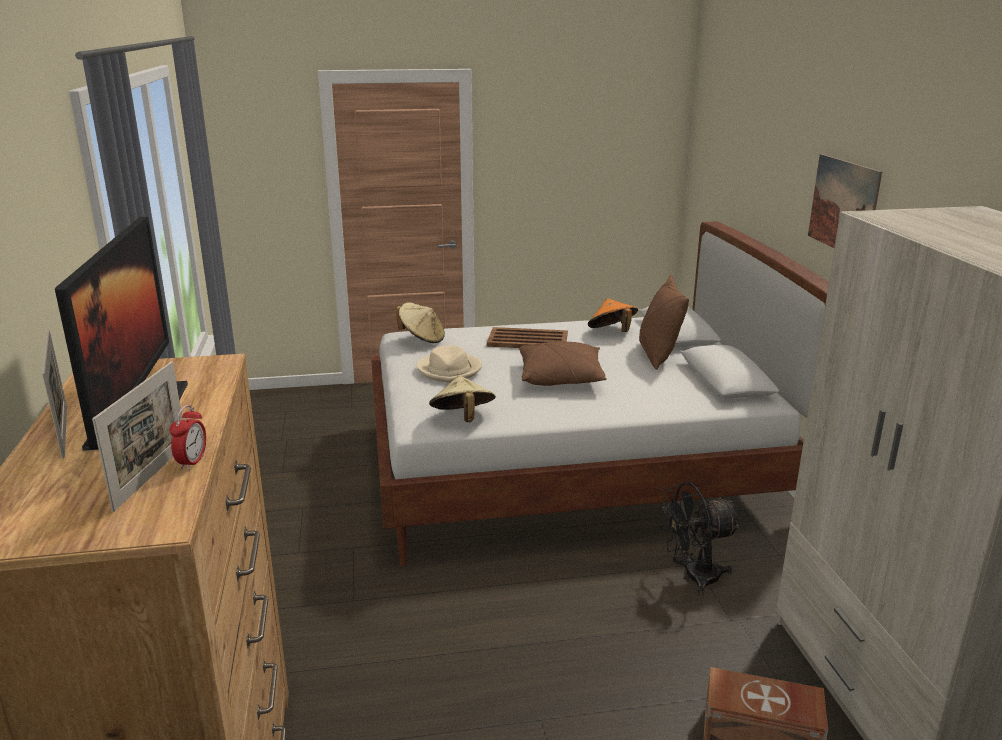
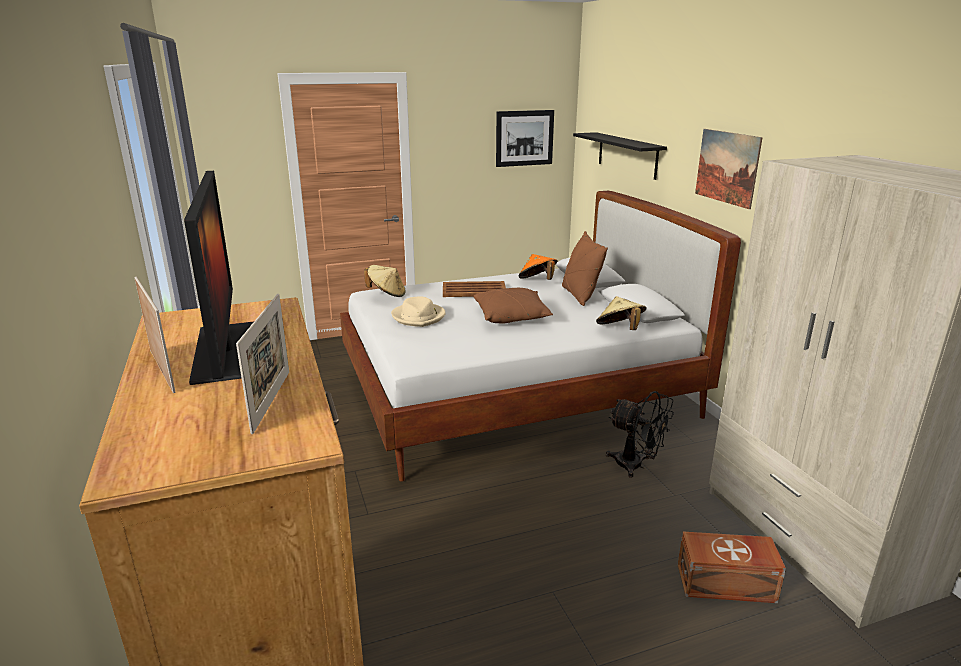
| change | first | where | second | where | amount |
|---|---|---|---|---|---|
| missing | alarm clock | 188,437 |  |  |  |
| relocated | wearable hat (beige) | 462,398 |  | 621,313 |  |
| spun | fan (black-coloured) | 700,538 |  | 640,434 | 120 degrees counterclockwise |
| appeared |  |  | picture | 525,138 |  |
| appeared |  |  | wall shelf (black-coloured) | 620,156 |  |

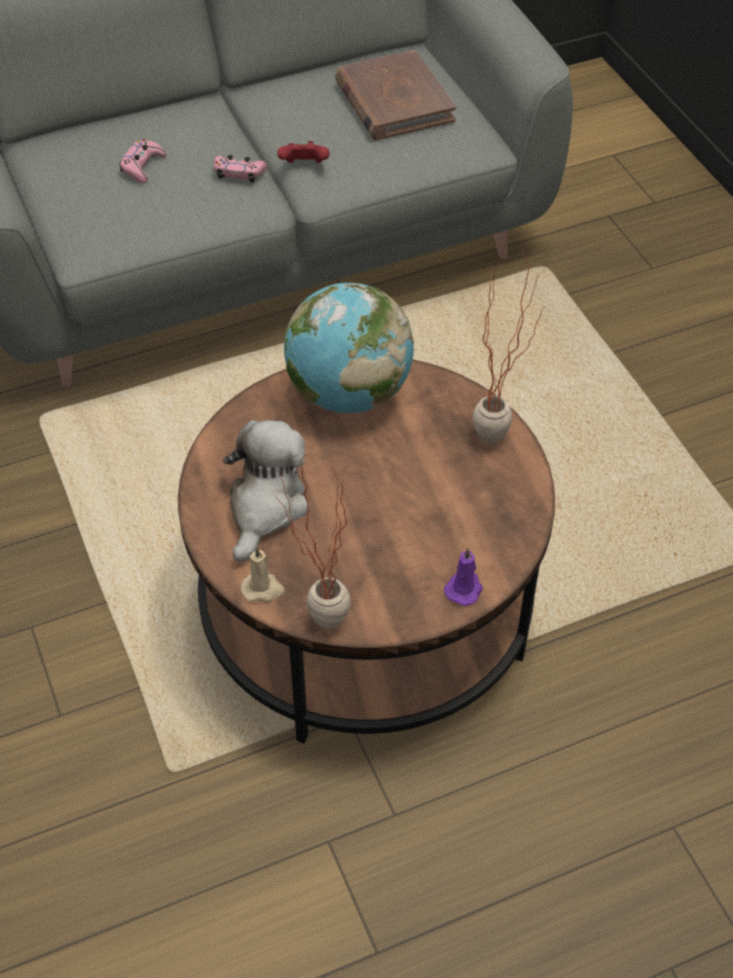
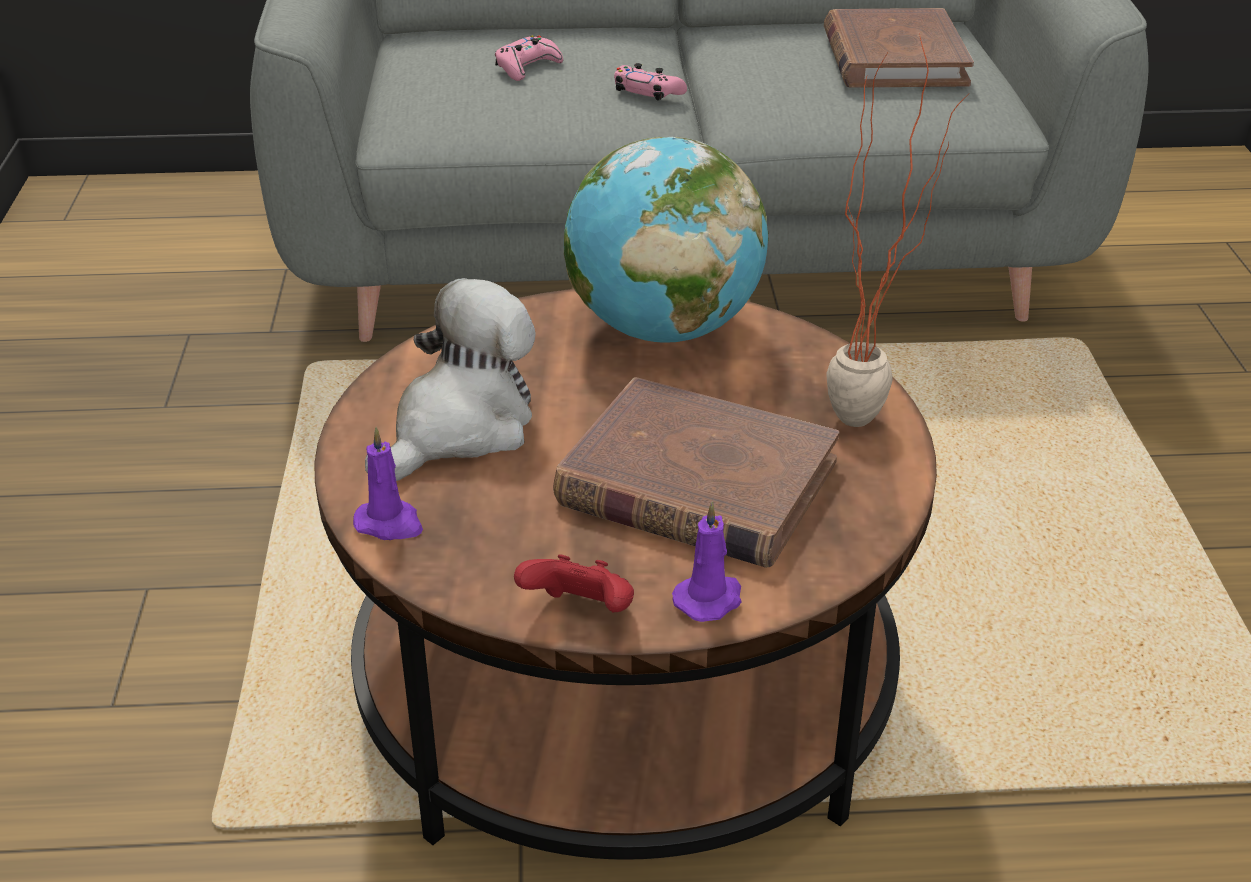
| change | first | where | second | where | amount |
|---|---|---|---|---|---|
| colour | candle (beige) | 263,574 | candle (purplish) | 388,483 |  |
| missing | houseplant | 313,540 |  |  |  |
| relocated | gamepad (red) | 303,152 |  | 574,583 |  |
| appeared |  |  | book (brownish) | 696,472 |  |

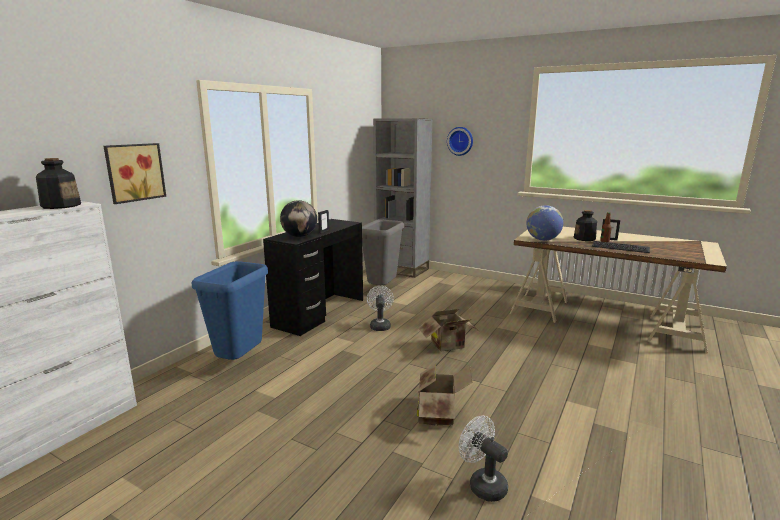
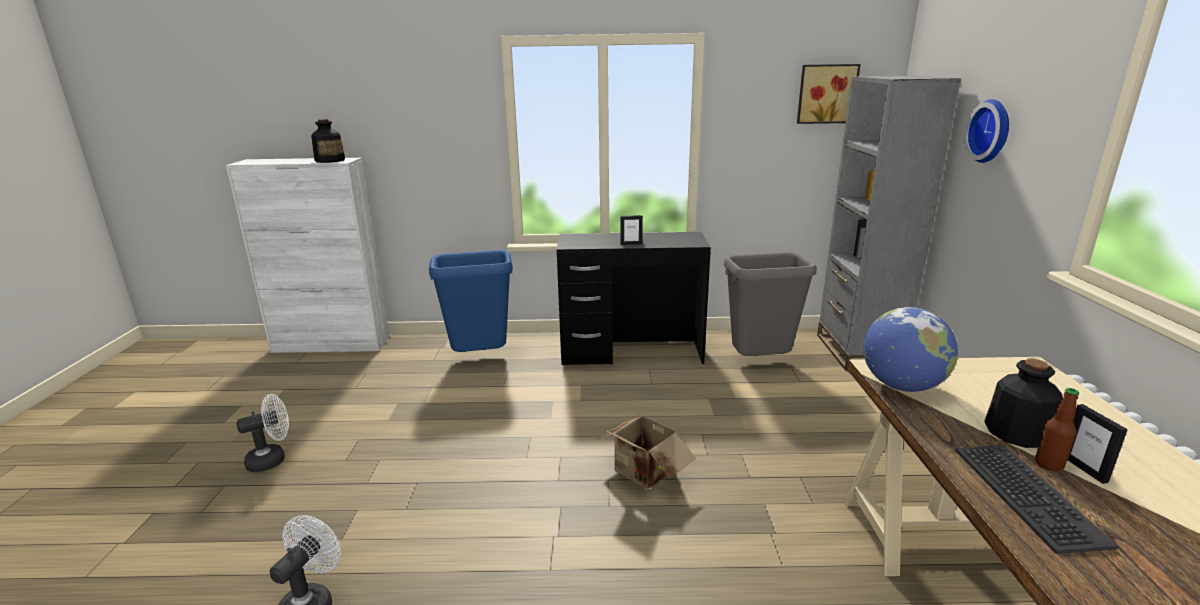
| change | first | where | second | where | amount |
|---|---|---|---|---|---|
| relocated | picture | 135,173 |  | 829,94 |  |
| missing | world globe | 298,218 |  |  |  |
| relocated | fan (whitish) | 380,308 |  | 262,433 |  |
| missing | cardboard box | 445,394 |  |  |  |

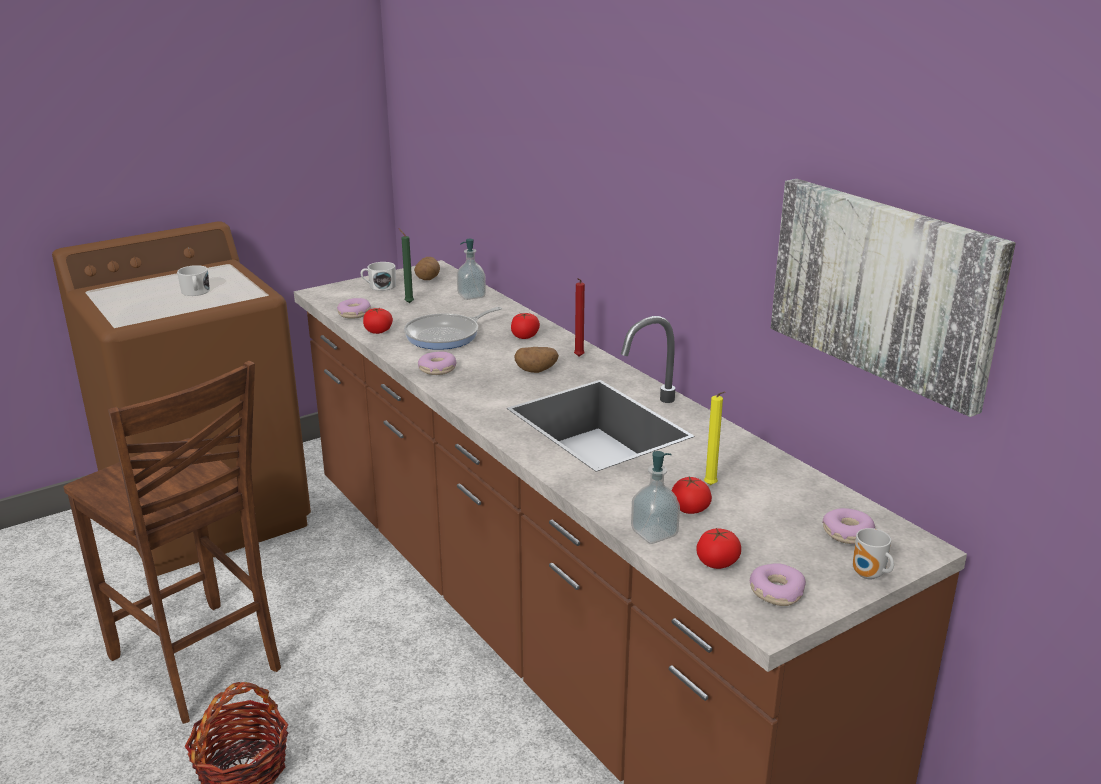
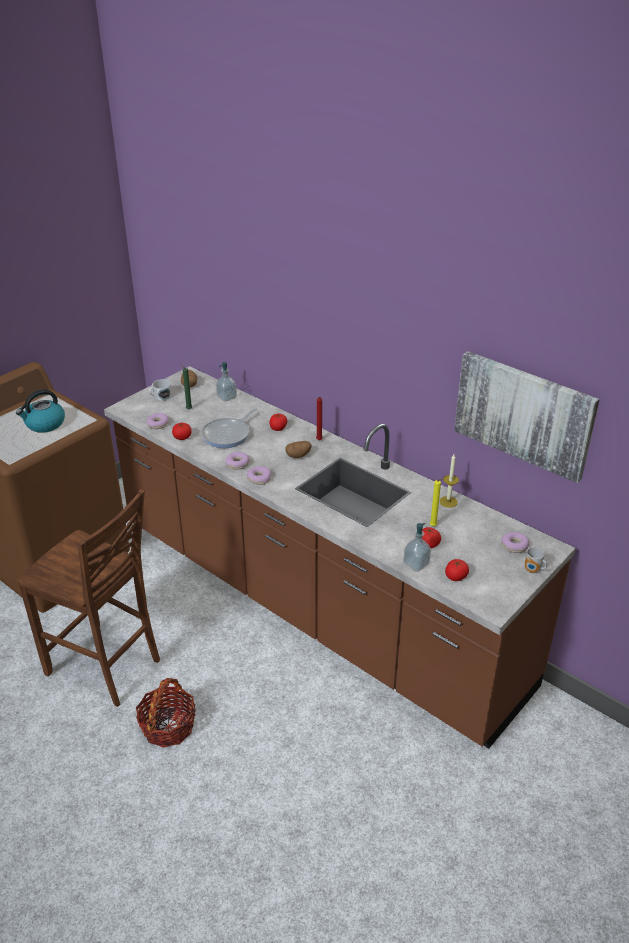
| change | first | where | second | where | amount |
|---|---|---|---|---|---|
| exchanged | coffee mug (whitish) | 193,280 | kettle | 40,411 |  |
| relocated | ring doughnut | 778,584 |  | 259,475 |  |
| appeared |  |  | candle | 449,481 |  |

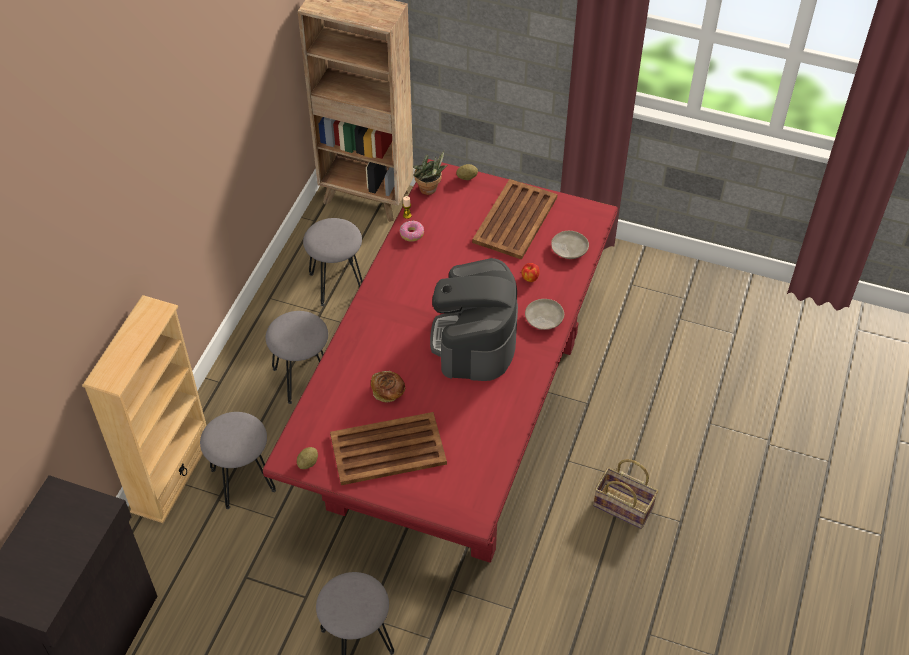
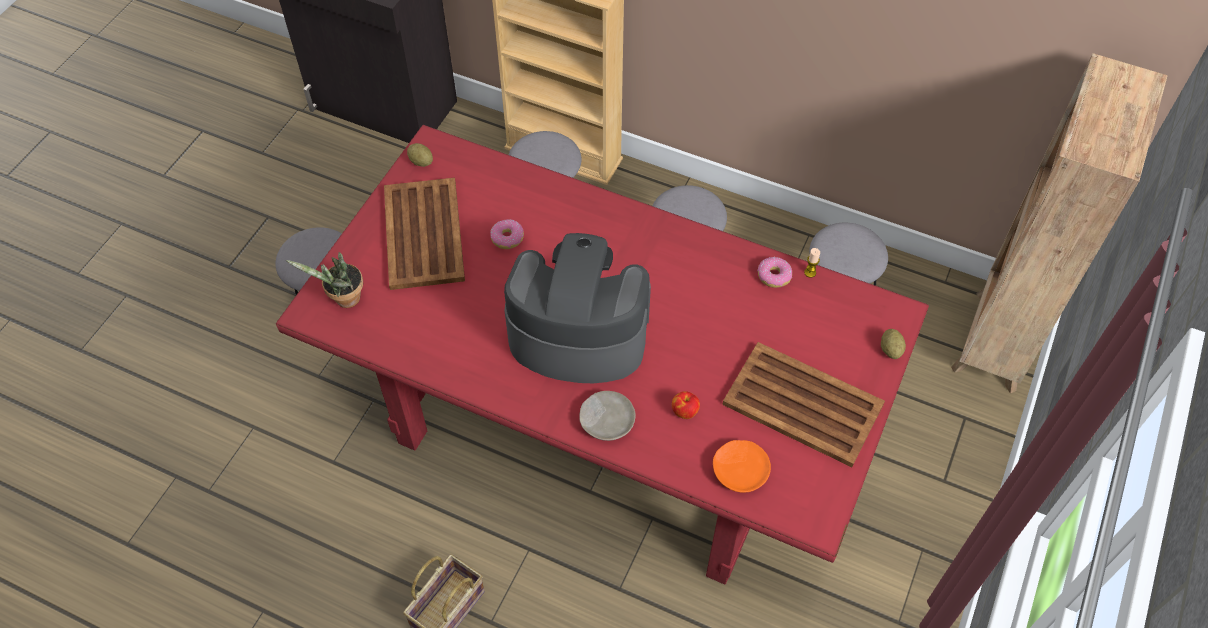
| change | first | where | second | where | amount |
|---|---|---|---|---|---|
| exchanged | baked bread | 388,386 | ring doughnut | 507,234 |  |
| relocated | houseplant | 430,173 |  | 324,280 |  |
| colour | dinner plate (beige) | 570,245 | dinner plate (orangey) | 742,466 |  |

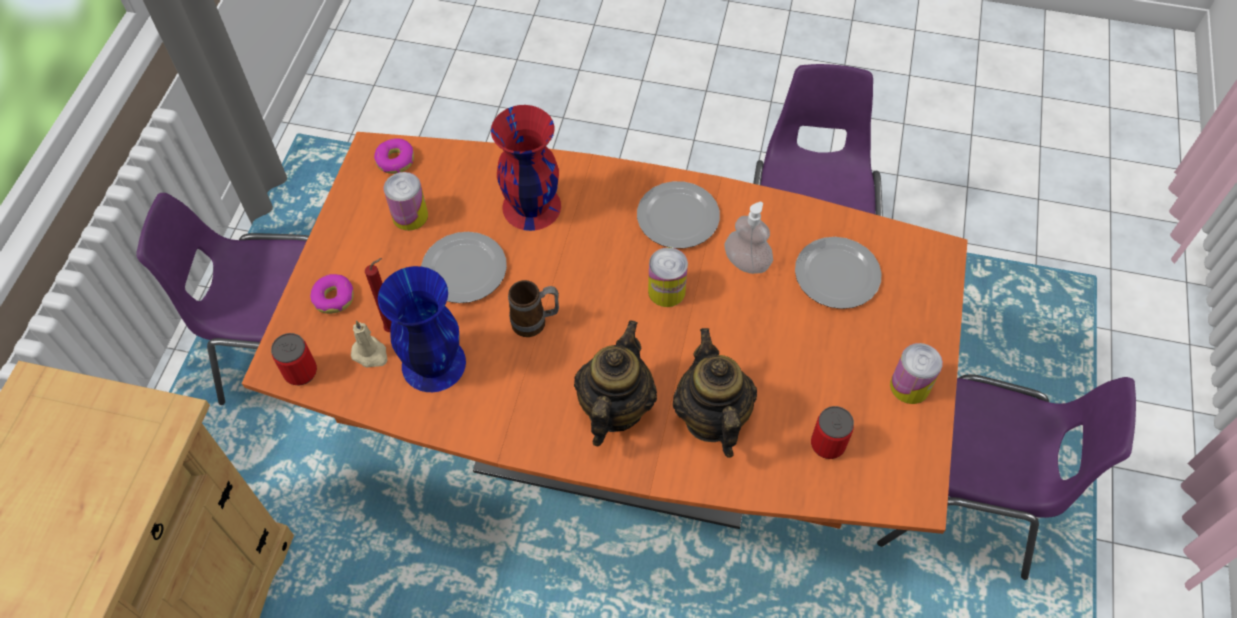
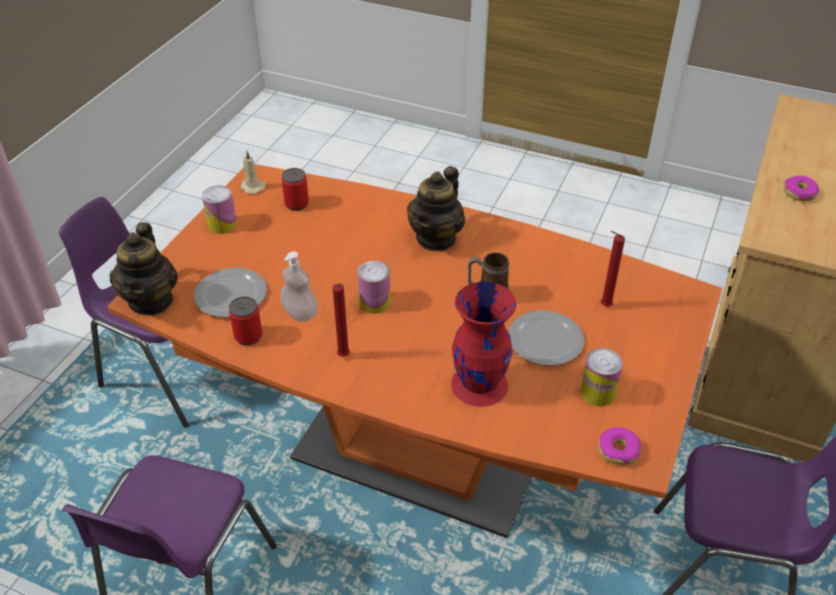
| change | first | where | second | where | amount |
|---|---|---|---|---|---|
| relocated | can | 294,359 |  | 246,321 |  |
| relocated | ring doughnut | 332,294 |  | 801,188 |  |
| relocated | candle (beige) | 369,343 |  | 252,172 |  |
| missing | vase (bluish) | 422,329 |  |  |  |
| exchanged | dinner plate | 678,214 | candle (red) | 341,320 |  |
| relocated | pot for tea | 715,393 |  | 144,269 |  |

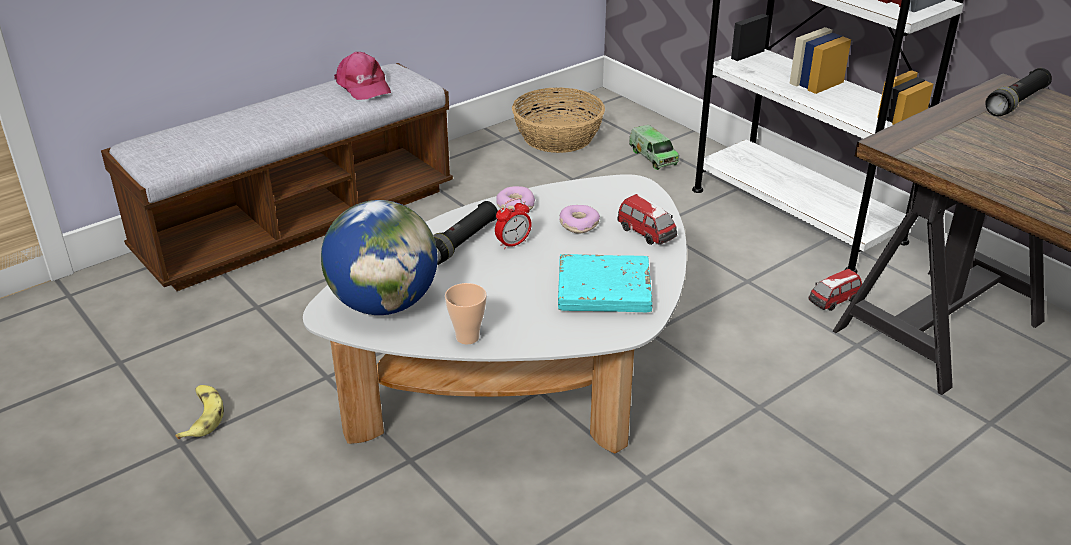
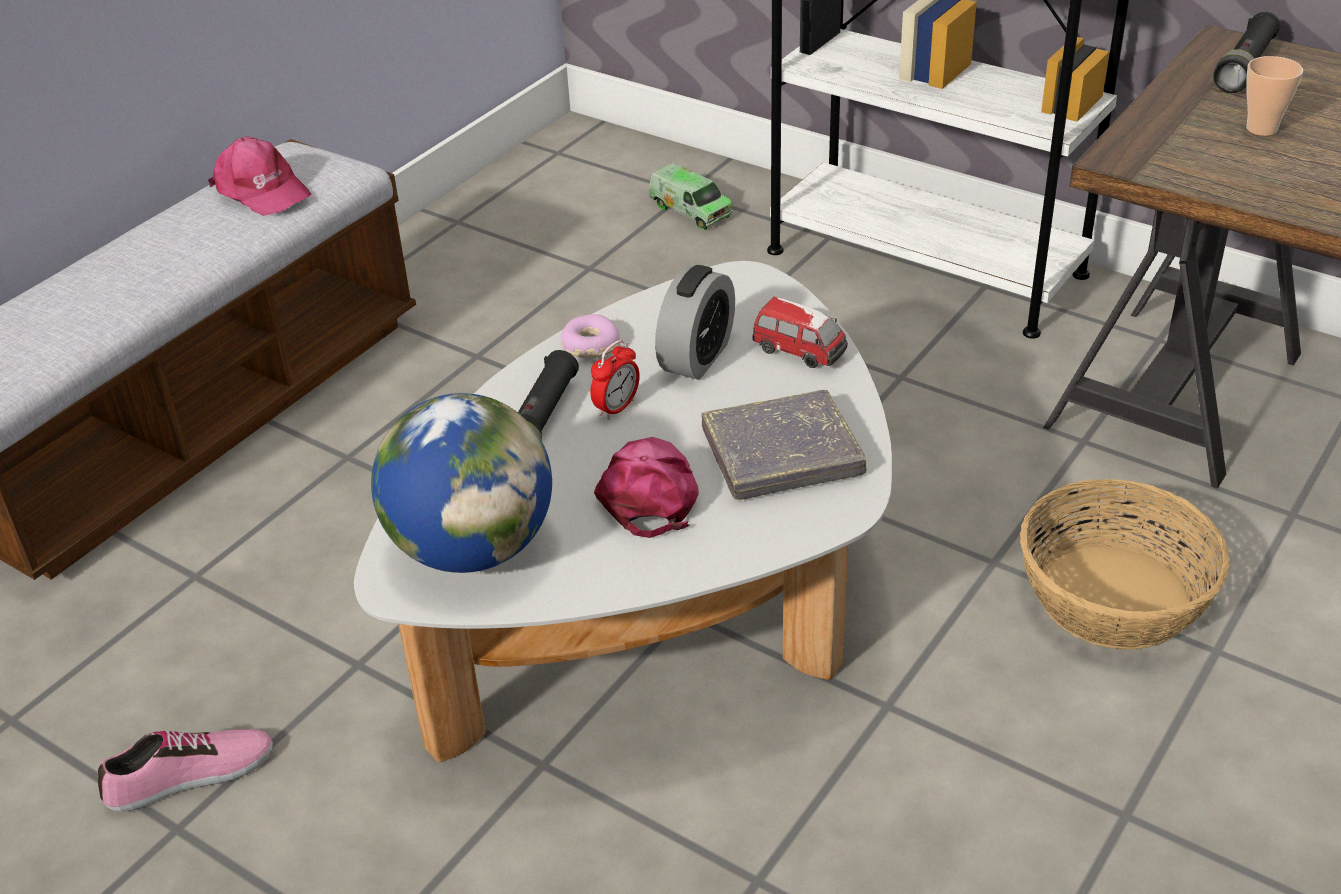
| change | first | where | second | where | amount |
|---|---|---|---|---|---|
| exchanged | banana | 199,412 | shoe | 185,770 |  |
| relocated | cup | 466,313 |  | 1274,96 |  |
| relocated | household basket | 558,120 |  | 1125,564 |  |
| colour | book (turquoise) | 605,283 | book (gray) | 783,445 |  |
| exchanged | ring doughnut | 579,219 | alarm clock | 695,322 |  |
| missing | miniature car | 835,290 |  |  |  |
| appeared |  |  | cap (pink-coloured) | 646,487 |  |

